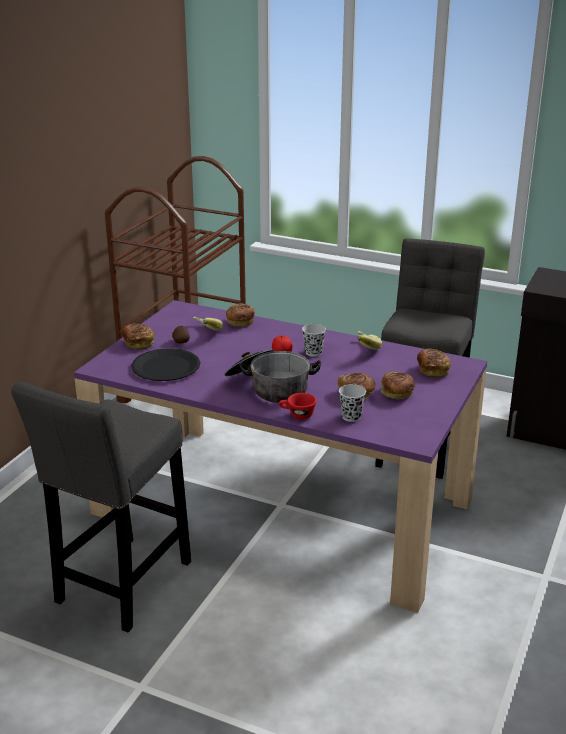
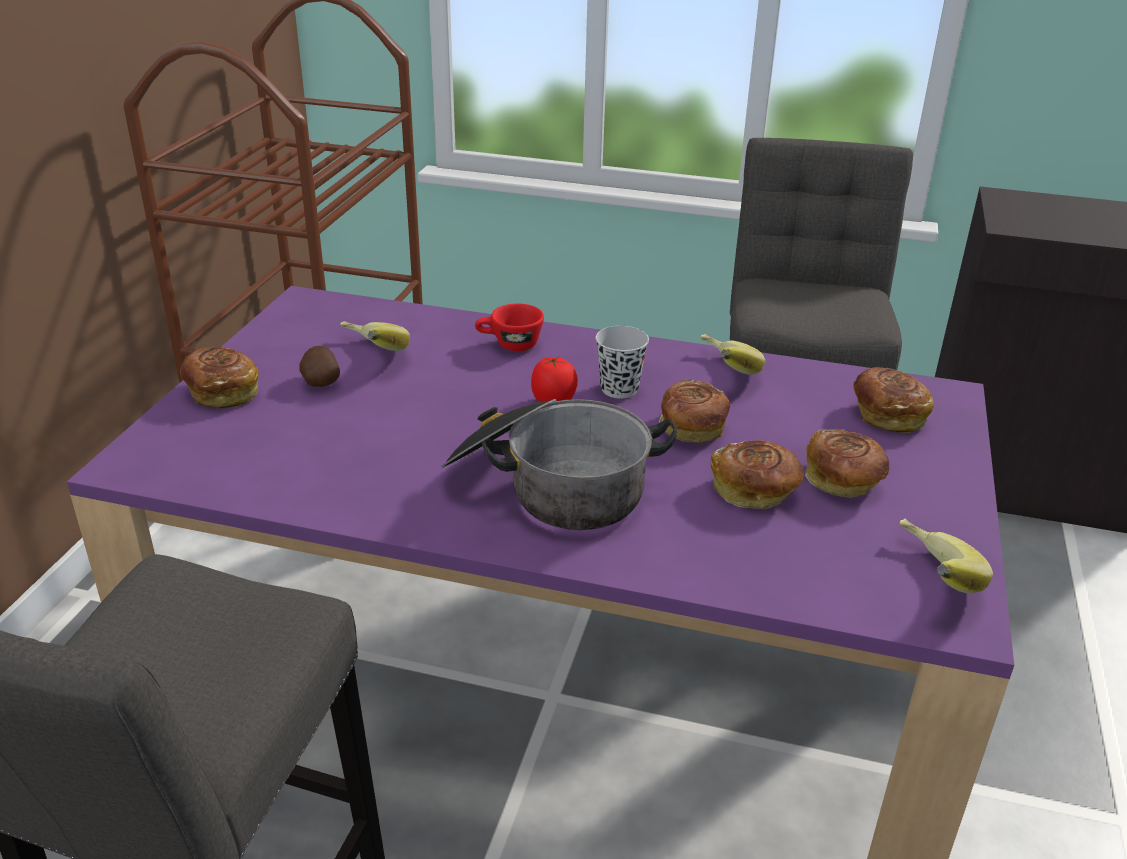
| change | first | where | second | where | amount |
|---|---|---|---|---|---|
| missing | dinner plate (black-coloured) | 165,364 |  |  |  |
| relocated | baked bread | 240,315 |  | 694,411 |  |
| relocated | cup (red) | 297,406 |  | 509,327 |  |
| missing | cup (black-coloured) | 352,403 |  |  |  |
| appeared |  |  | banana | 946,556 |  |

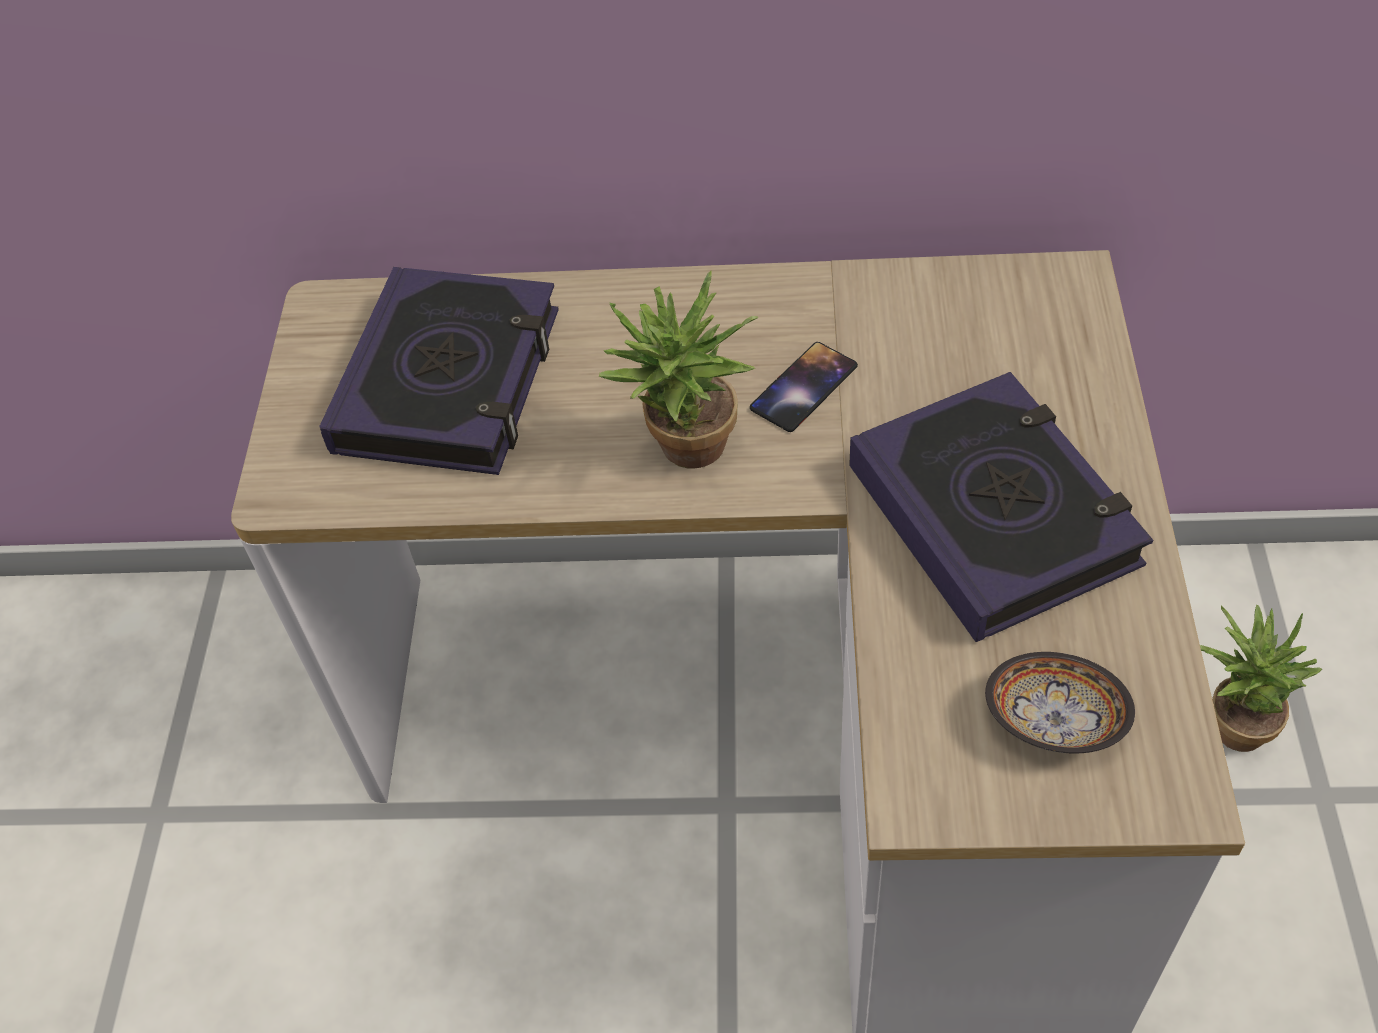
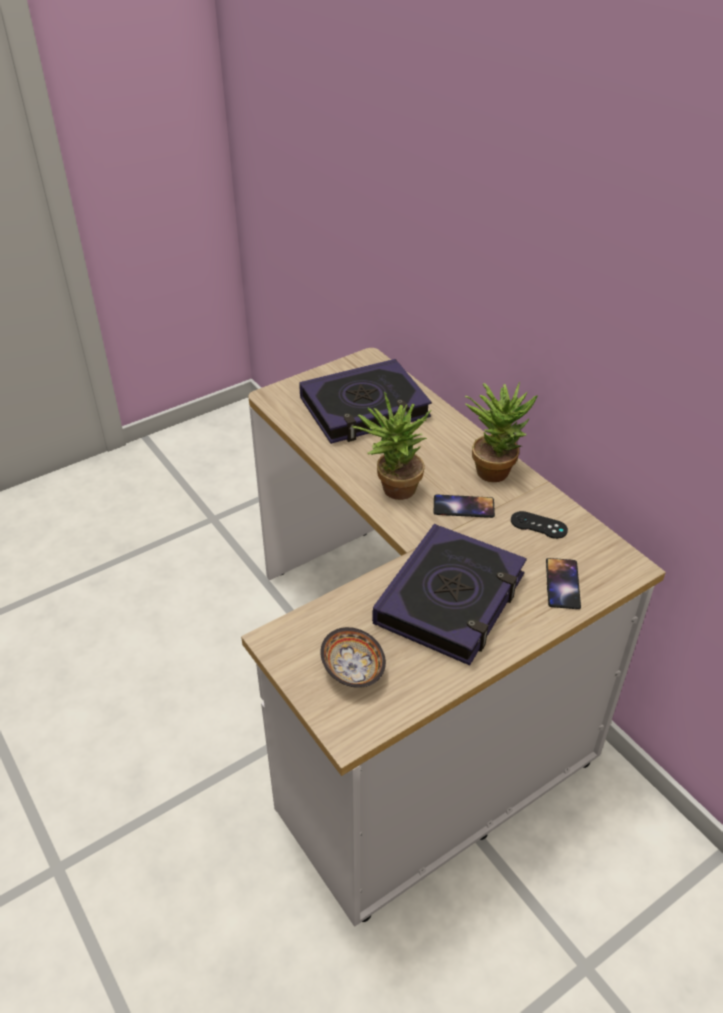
| change | first | where | second | where | amount |
|---|---|---|---|---|---|
| relocated | houseplant | 1261,678 |  | 501,432 |  |
| appeared |  |  | gamepad (black-coloured) | 539,525 |  |
| appeared |  |  | handset | 563,583 |  |

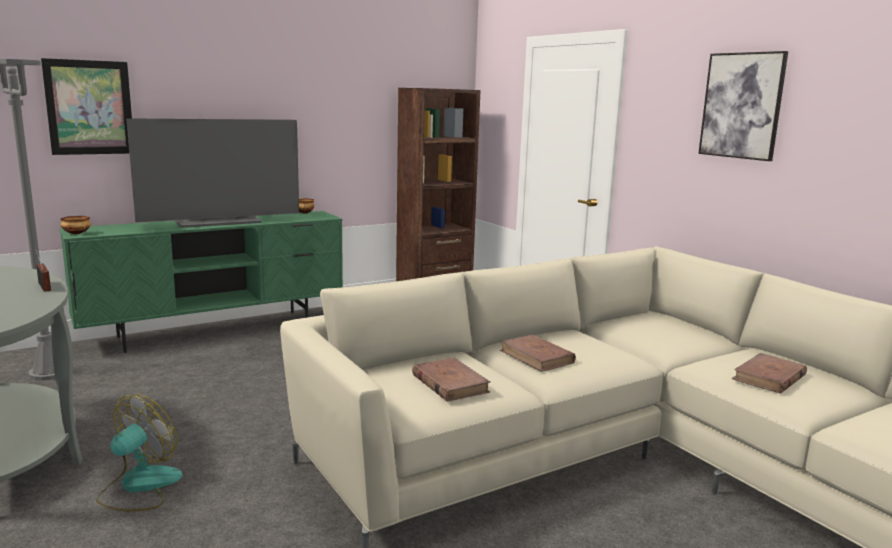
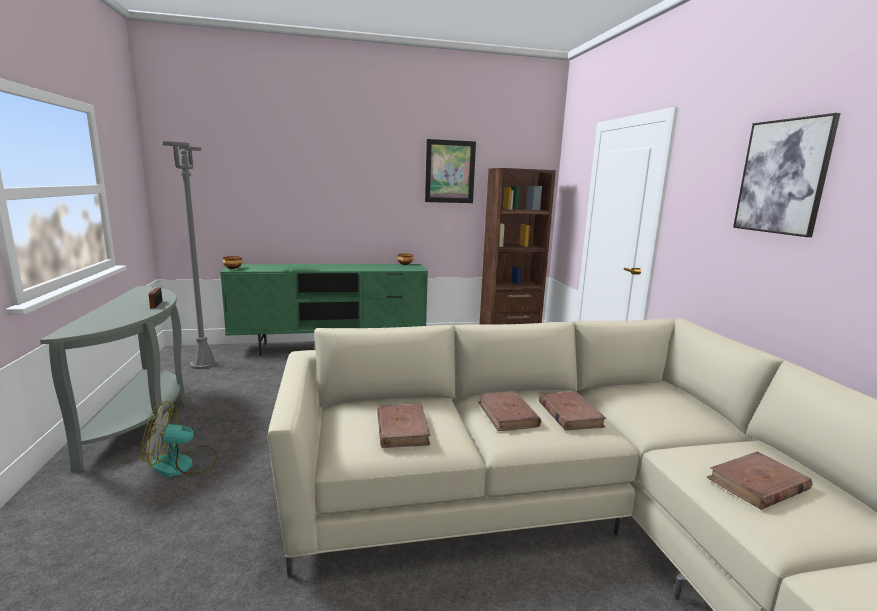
| change | first | where | second | where | amount |
|---|---|---|---|---|---|
| relocated | picture | 86,106 |  | 450,171 |  |
| spun | fan | 139,453 |  | 179,439 | 150 degrees counterclockwise |
| missing | television | 212,173 |  |  |  |
| appeared |  |  | book (brownish) | 573,411 |  |

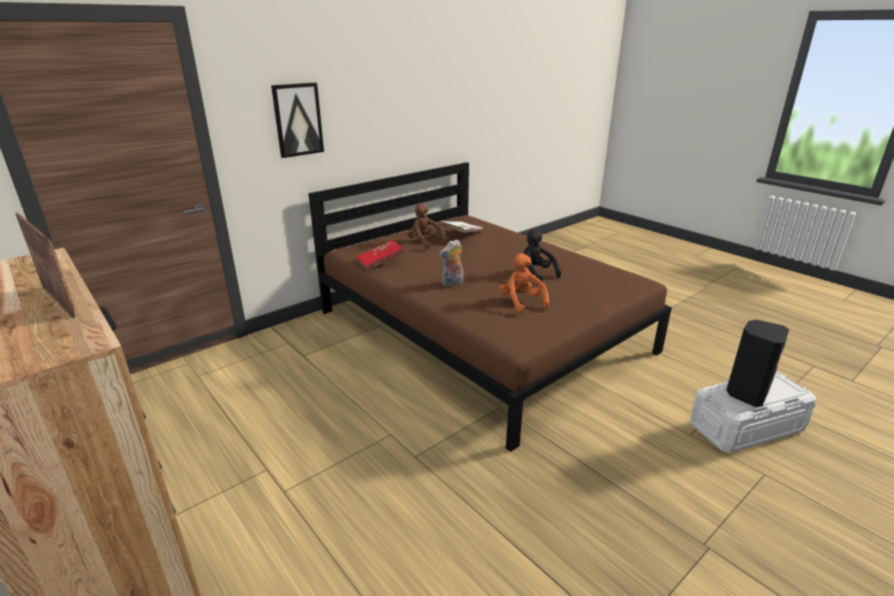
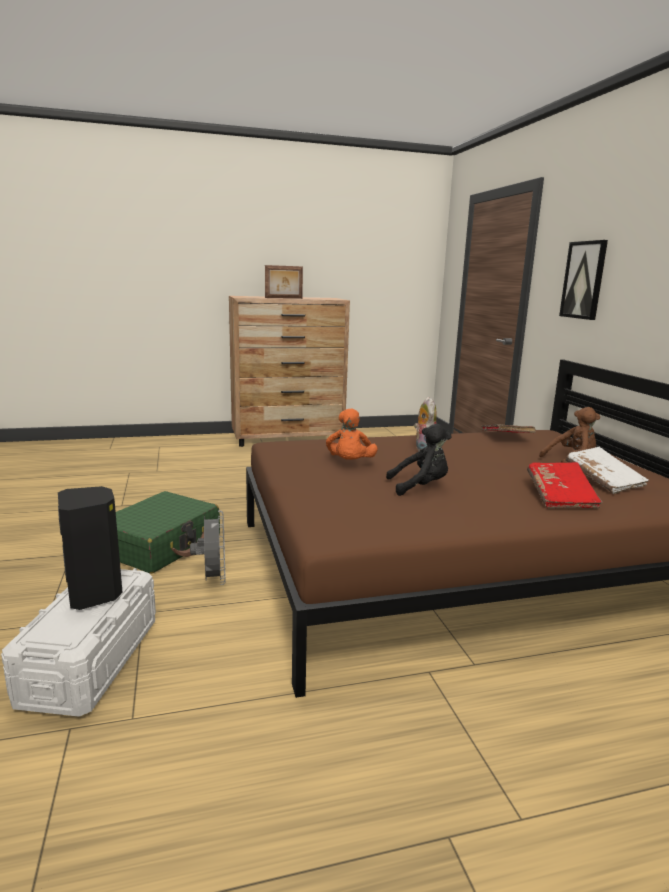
| change | first | where | second | where | amount |
|---|---|---|---|---|---|
| spun | cuddly toy (orangey) | 524,283 |  | 352,434 | 90 degrees clockwise |
| appeared |  |  | suitcase (greenish) | 168,532 |  |
| appeared |  |  | fan (gray) | 208,548 |  |
| appeared |  |  | book (red) | 565,485 |  |

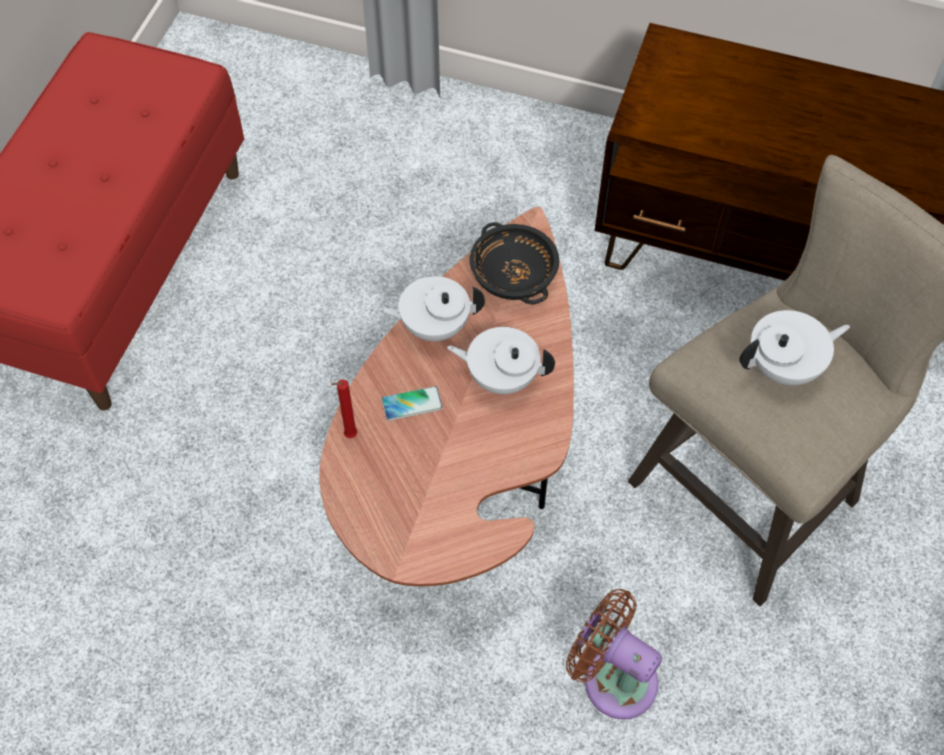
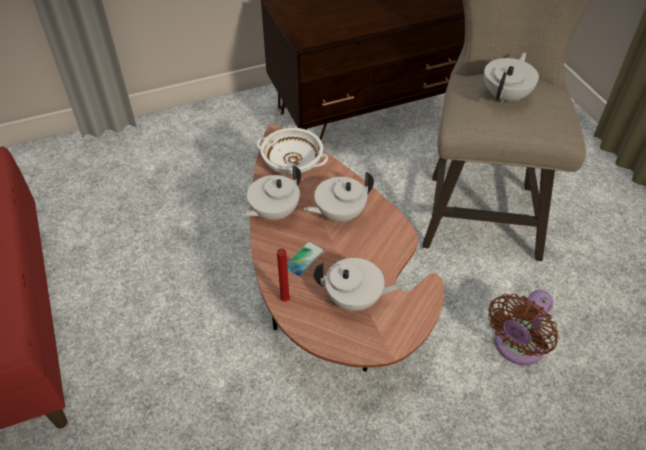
| change | first | where | second | where | amount |
|---|---|---|---|---|---|
| colour | serving bowl (black-coloured) | 514,263 | serving bowl (whitish) | 292,151 |  |
| spun | fan (brownish) | 614,654 |  | 523,327 | 45 degrees counterclockwise |
| appeared |  |  | pot for tea (whitish) | 357,285 |  |

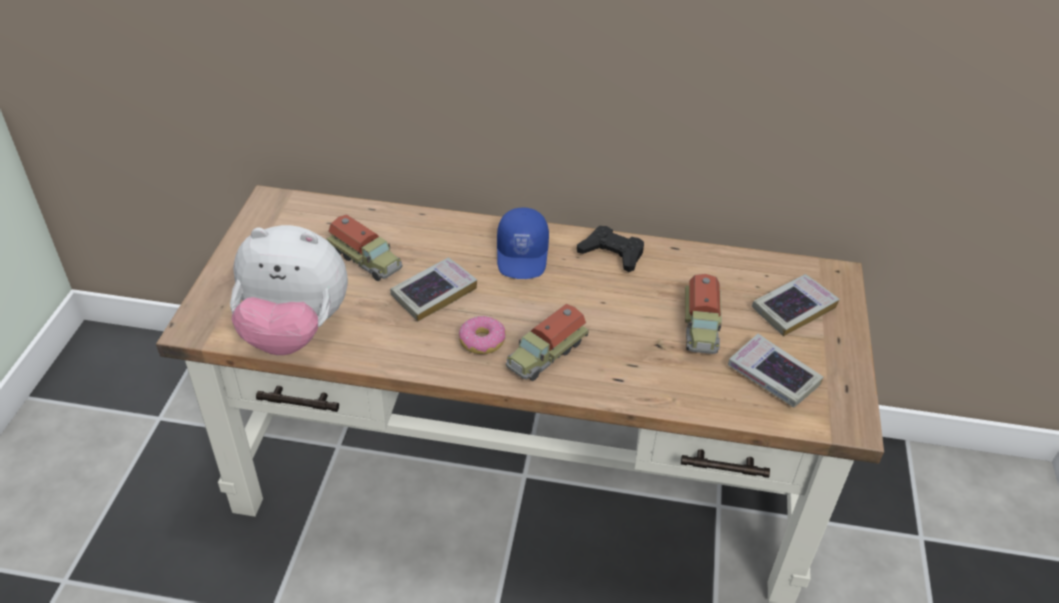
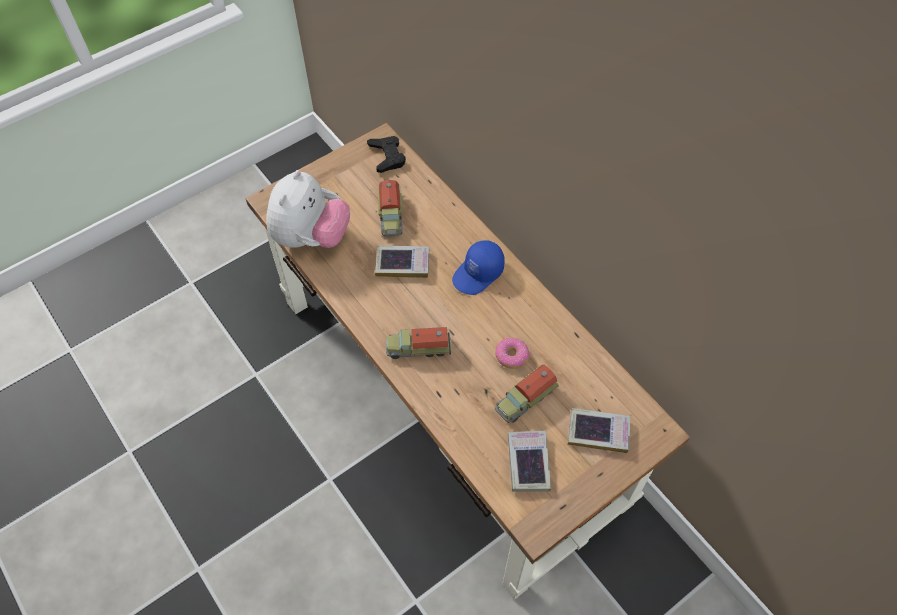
| change | first | where | second | where | amount |
|---|---|---|---|---|---|
| spun | cuddly toy | 289,290 |  | 308,209 | 120 degrees counterclockwise |
| relocated | ring doughnut | 482,335 |  | 512,353 |  |
| relocated | gamepad (black-coloured) | 610,249 |  | 386,154 |  |

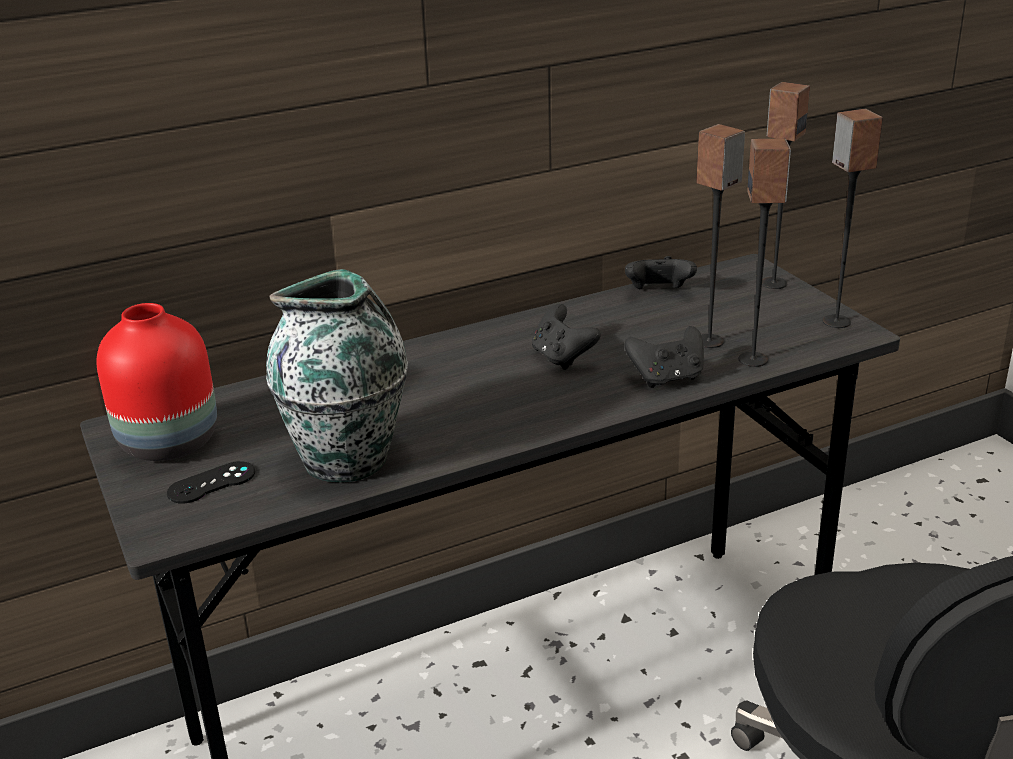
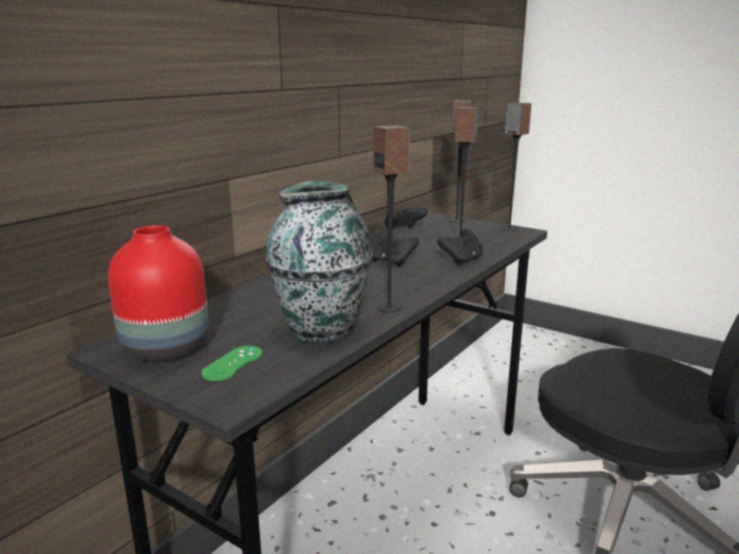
| change | first | where | second | where | amount |
|---|---|---|---|---|---|
| colour | gamepad (black-coloured) | 211,482 | gamepad (greenish) | 231,363 |  |
| relocated | audio speaker | 765,252 |  | 392,219 |  |

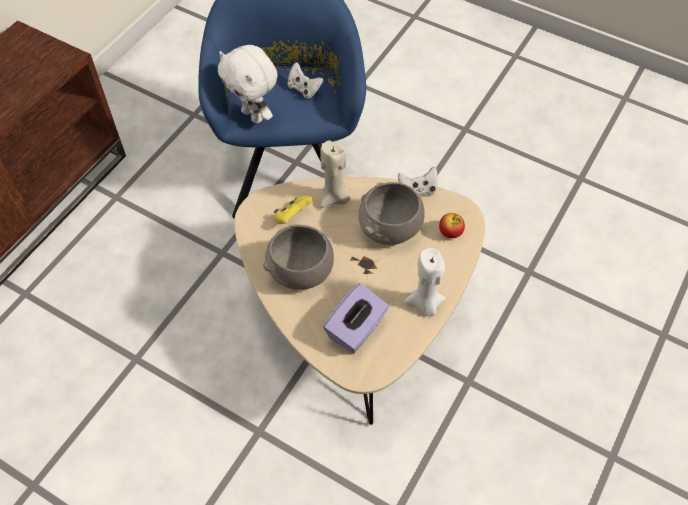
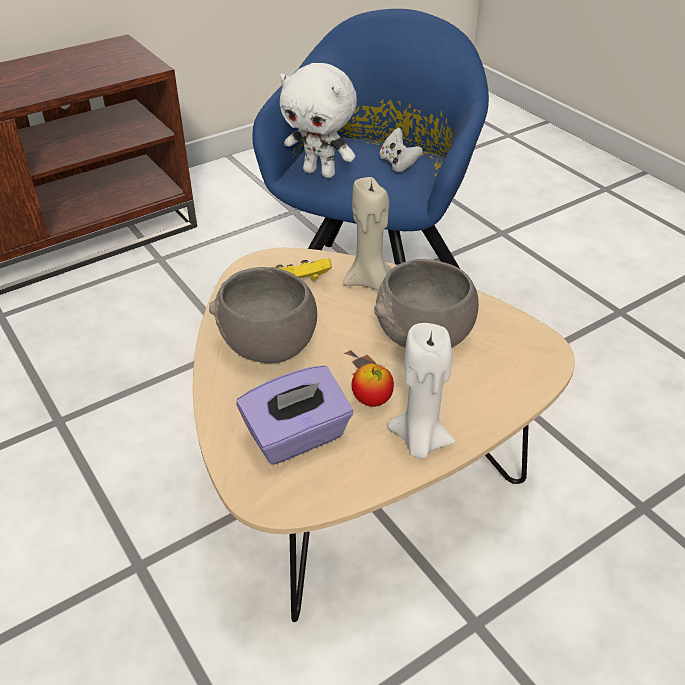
| change | first | where | second | where | amount |
|---|---|---|---|---|---|
| spun | cuddly toy (whitish) | 248,84 |  | 318,120 | 45 degrees counterclockwise |
| missing | gamepad (whitish) | 417,181 |  |  |  |
| relocated | whole apple | 452,225 |  | 373,385 |  |

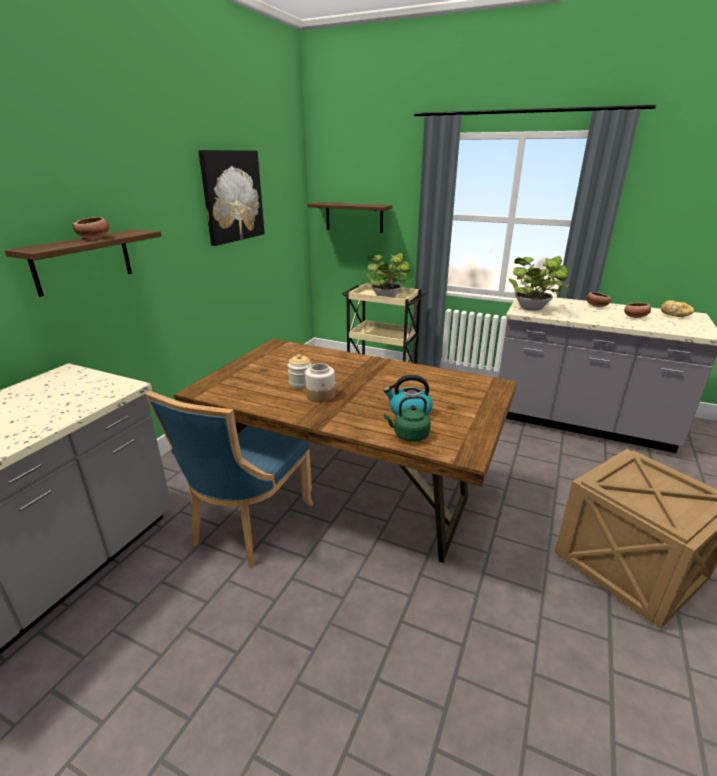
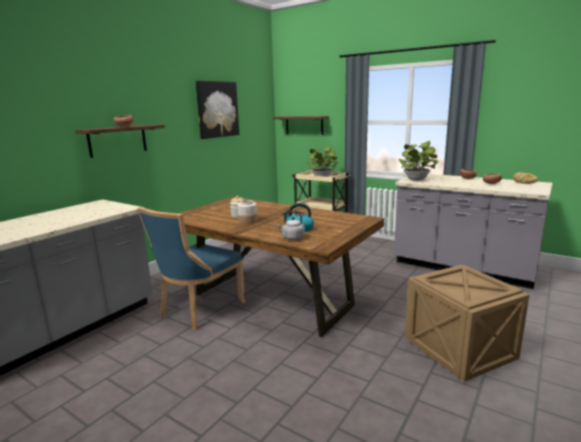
| change | first | where | second | where | amount |
|---|---|---|---|---|---|
| colour | kettle (greenish) | 407,419 | kettle (gray) | 290,225 |  |

